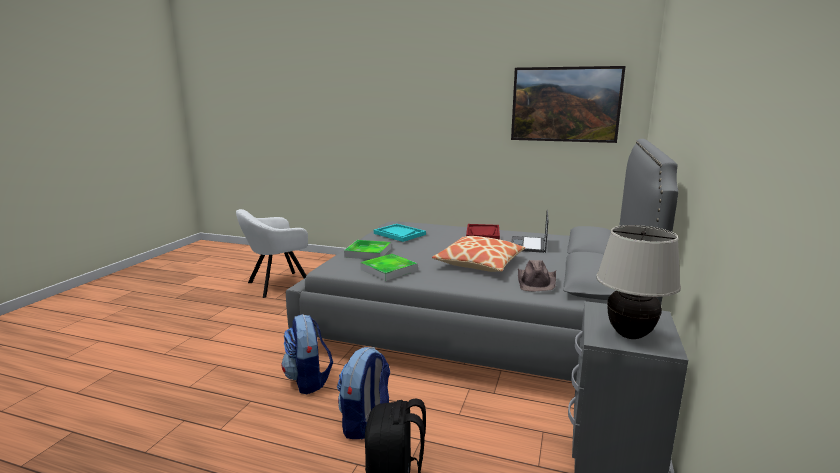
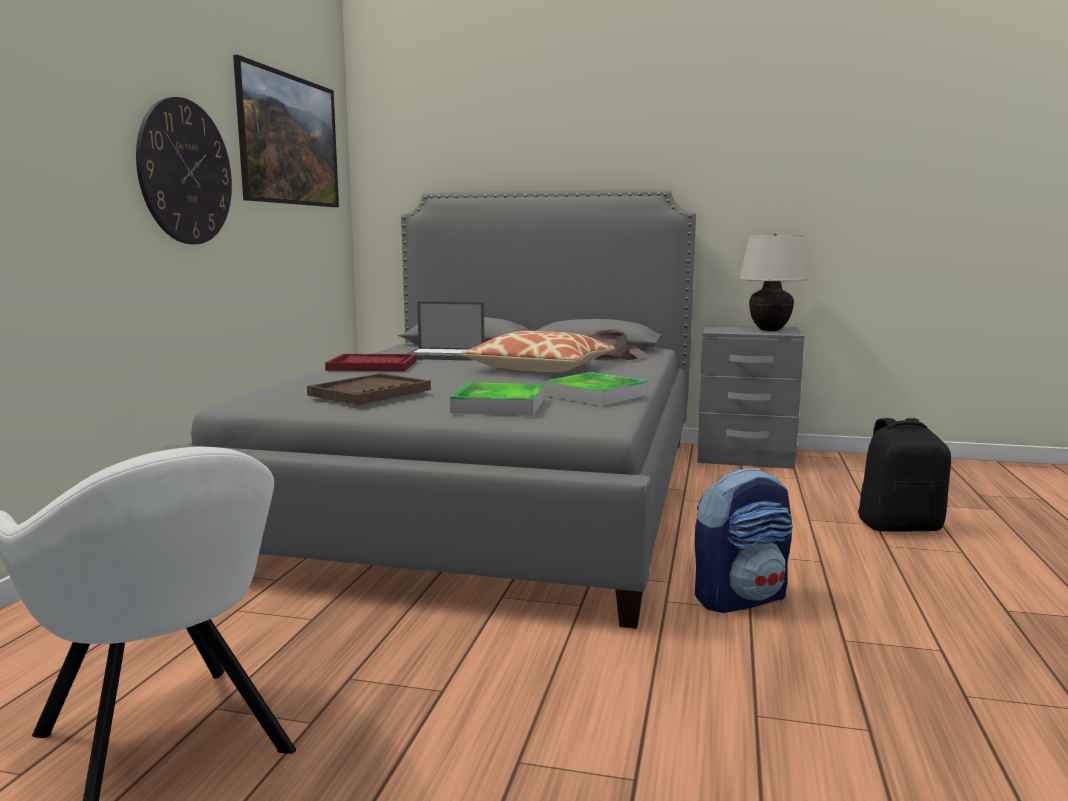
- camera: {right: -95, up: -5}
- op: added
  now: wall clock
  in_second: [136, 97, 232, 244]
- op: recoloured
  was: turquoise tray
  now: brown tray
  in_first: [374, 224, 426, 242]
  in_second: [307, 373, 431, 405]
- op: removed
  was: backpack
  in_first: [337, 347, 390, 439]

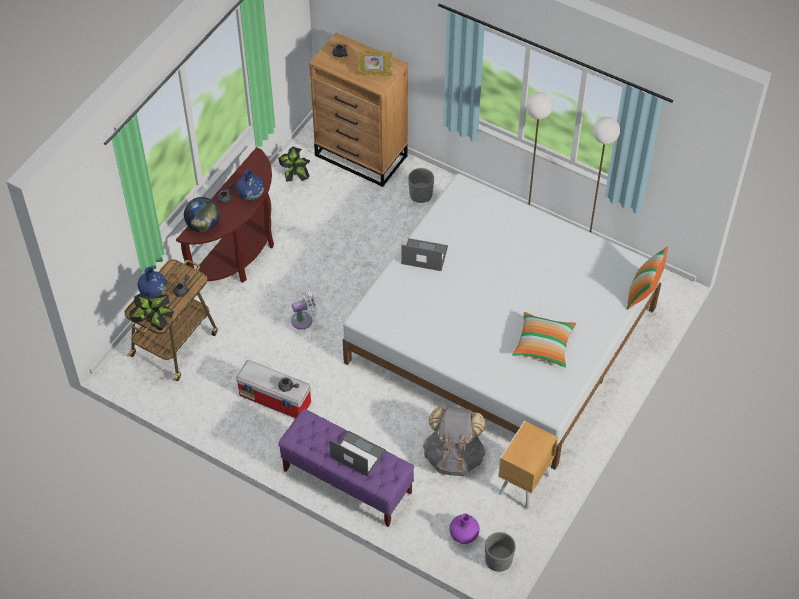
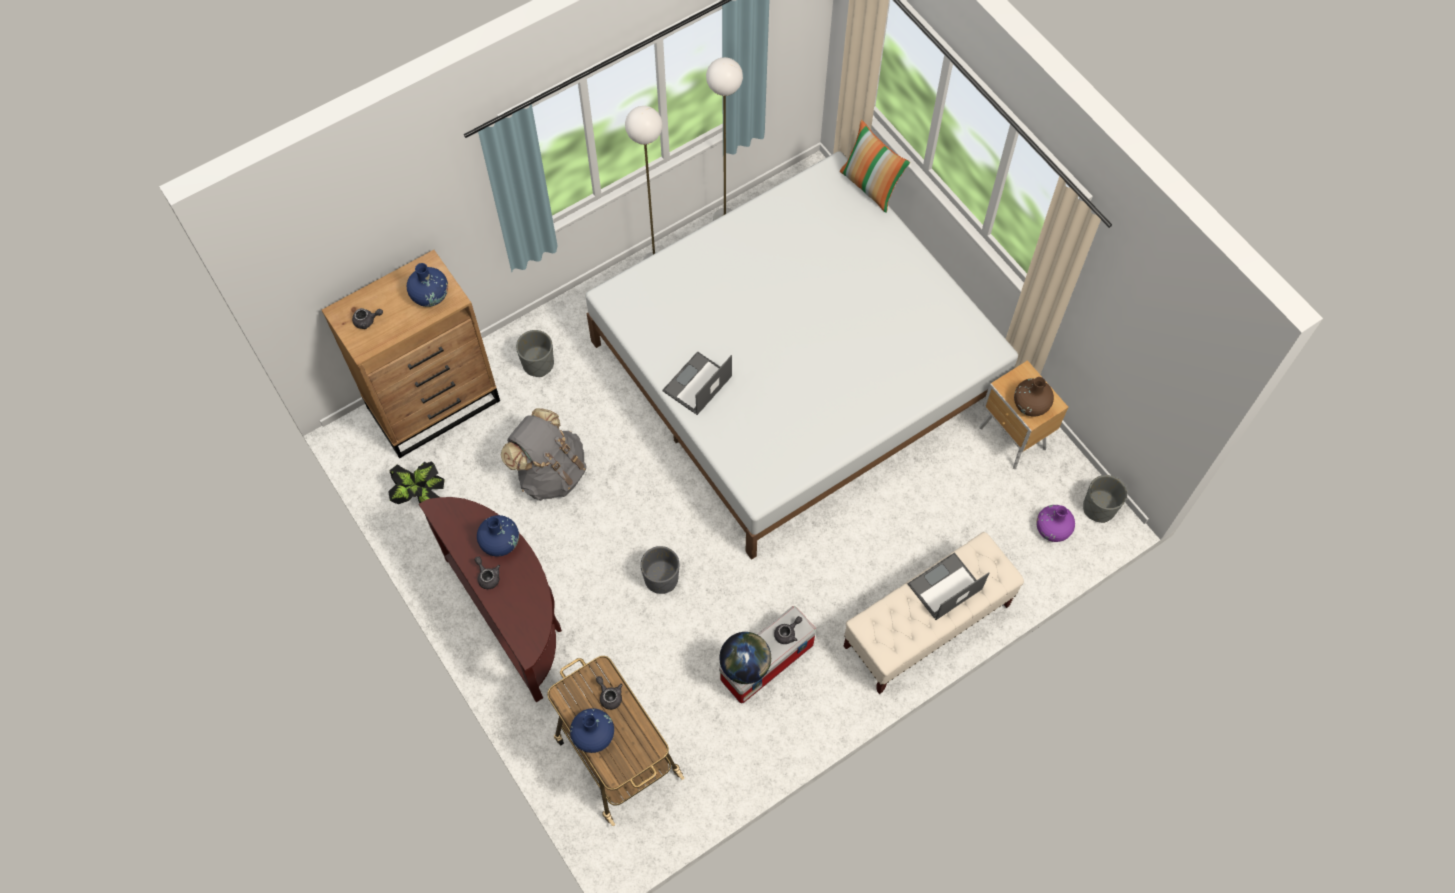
- camera: {right: -65, up: 10}
- op: replaced
  was: picture frame
  now: blue vase
  in_first: [356, 51, 393, 76]
  in_second: [407, 263, 448, 307]
- op: moved
  was: grey backpack
  in_first: [423, 407, 486, 476]
  in_second: [501, 408, 587, 501]
- op: replaced
  was: white fan
  now: grey planter
  in_first: [291, 289, 317, 330]
  in_second: [640, 546, 679, 594]
- op: moved
  was: globe
  in_first: [184, 197, 220, 233]
  in_second: [719, 632, 771, 684]
- op: recoloured
  was: purple bench
  now: beige bench
  in_first: [279, 409, 414, 527]
  in_second: [844, 532, 1024, 694]
- op: added
  now: brown vase
  in_second: [1014, 377, 1054, 417]
- op: removed
  was: potted plant
  in_first: [129, 293, 174, 331]
- op: removed
  was: pillow
  in_first: [512, 312, 576, 368]

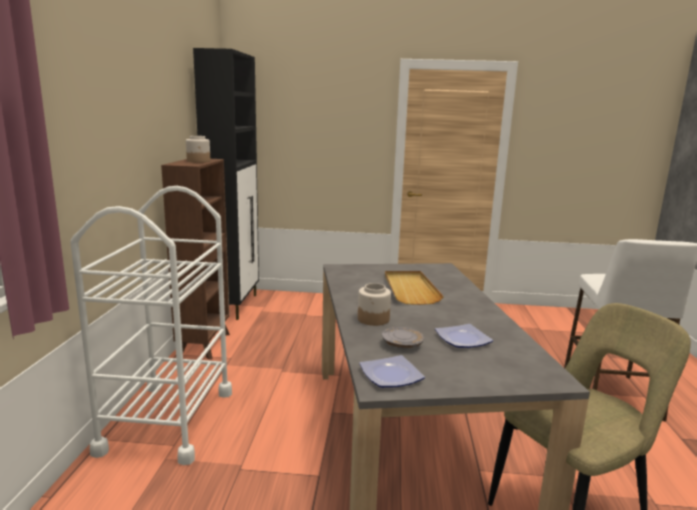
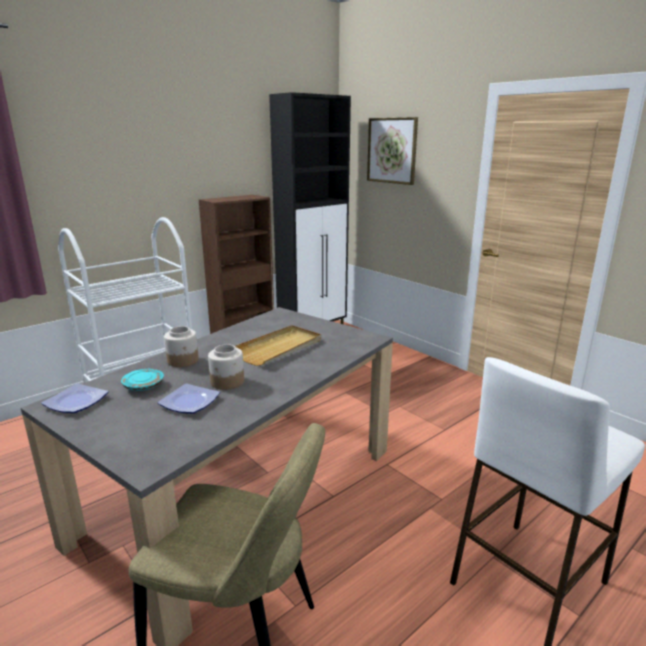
- camera: {right: 45, up: 5}
- op: recoloured
  was: grey plate
  now: turquoise plate
  in_first: [382, 327, 424, 349]
  in_second: [121, 369, 164, 391]
- op: moved
  was: jar
  in_first: [186, 136, 210, 163]
  in_second: [208, 344, 244, 390]
- op: added
  now: picture
  in_second: [367, 117, 418, 185]

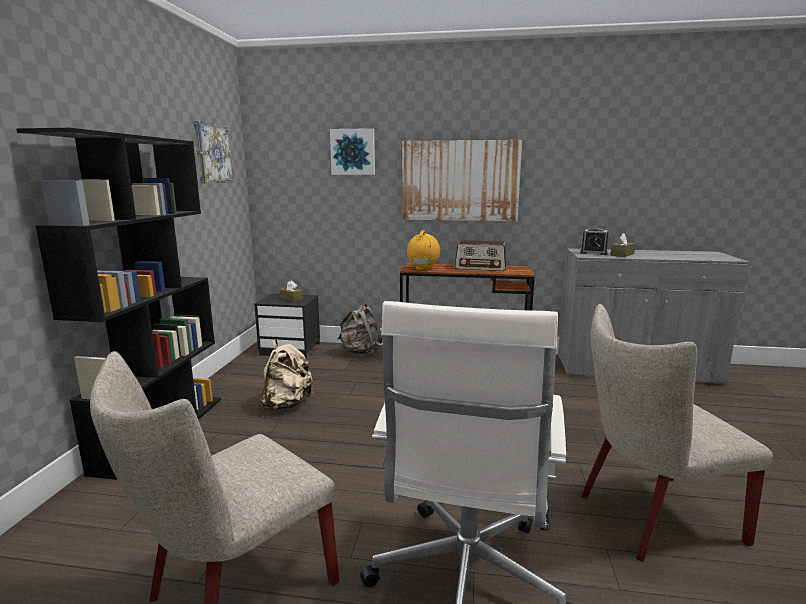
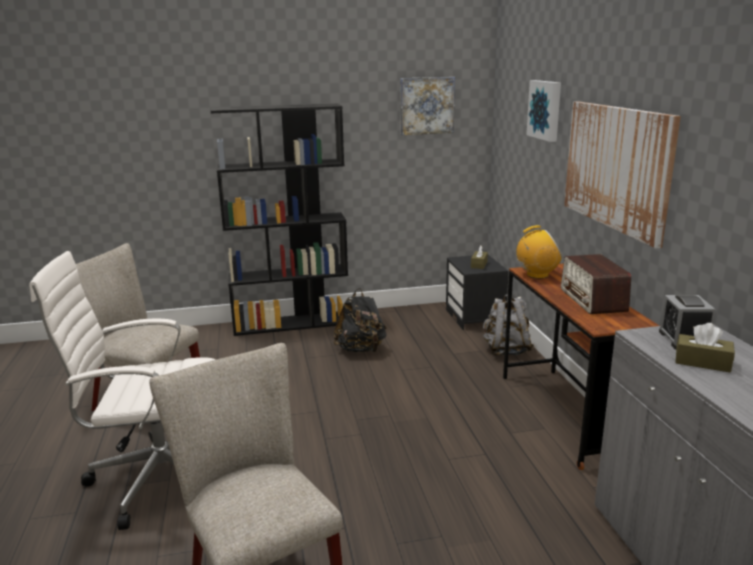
- camera: {right: 70, up: 5}
- op: recoloured
  was: beige backpack
  now: black backpack
  in_first: [261, 339, 314, 410]
  in_second: [334, 288, 387, 352]

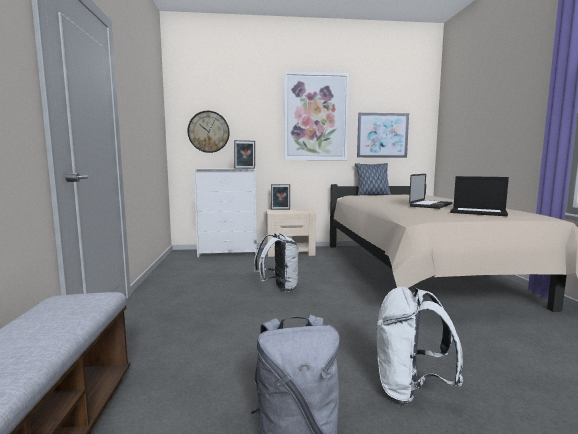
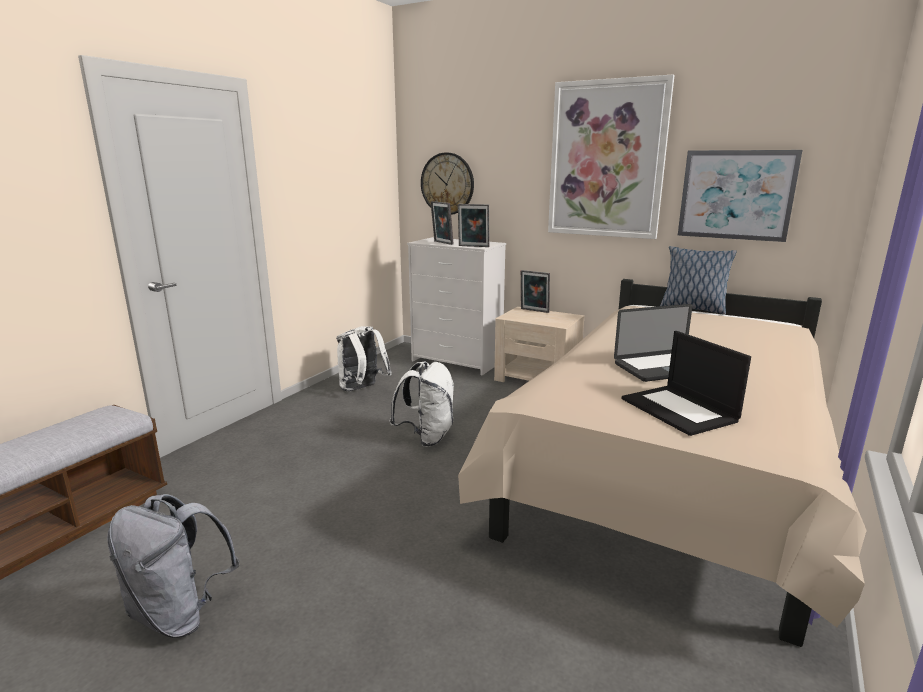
- camera: {right: 35, up: 10}
- op: moved
  was: white backpack
  in_first: [377, 287, 463, 404]
  in_second: [336, 326, 392, 391]
- op: added
  now: picture frame
  in_second: [431, 201, 454, 245]

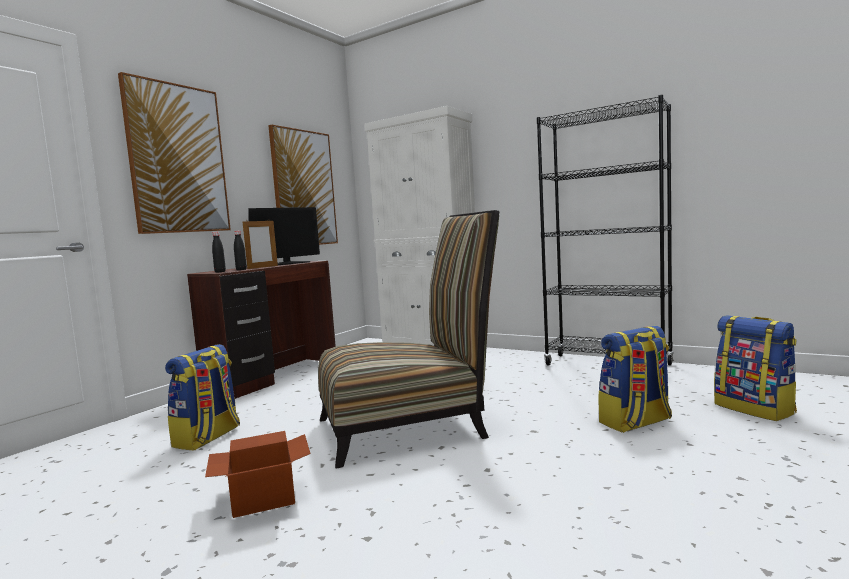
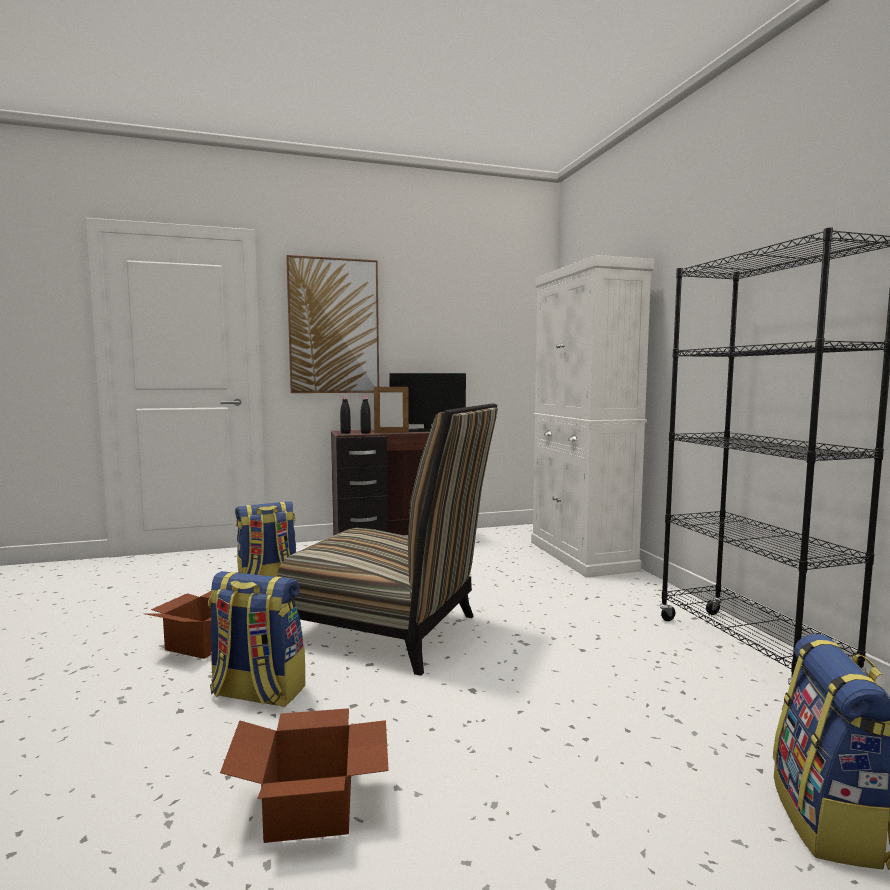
- camera: {right: 40, up: 0}
- op: moved
  was: backpack
  in_first: [598, 326, 672, 433]
  in_second: [208, 571, 305, 707]
- op: added
  now: cardboard box
  in_second: [220, 708, 389, 843]
- op: removed
  was: picture
  in_first: [268, 125, 338, 245]

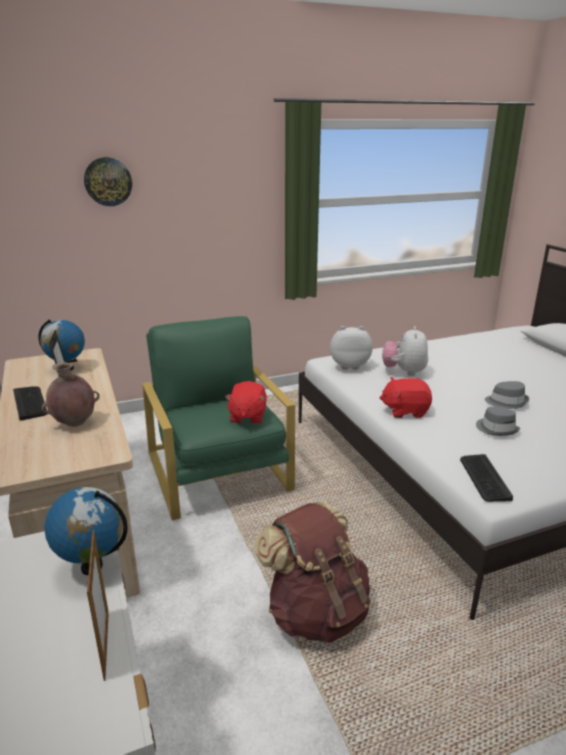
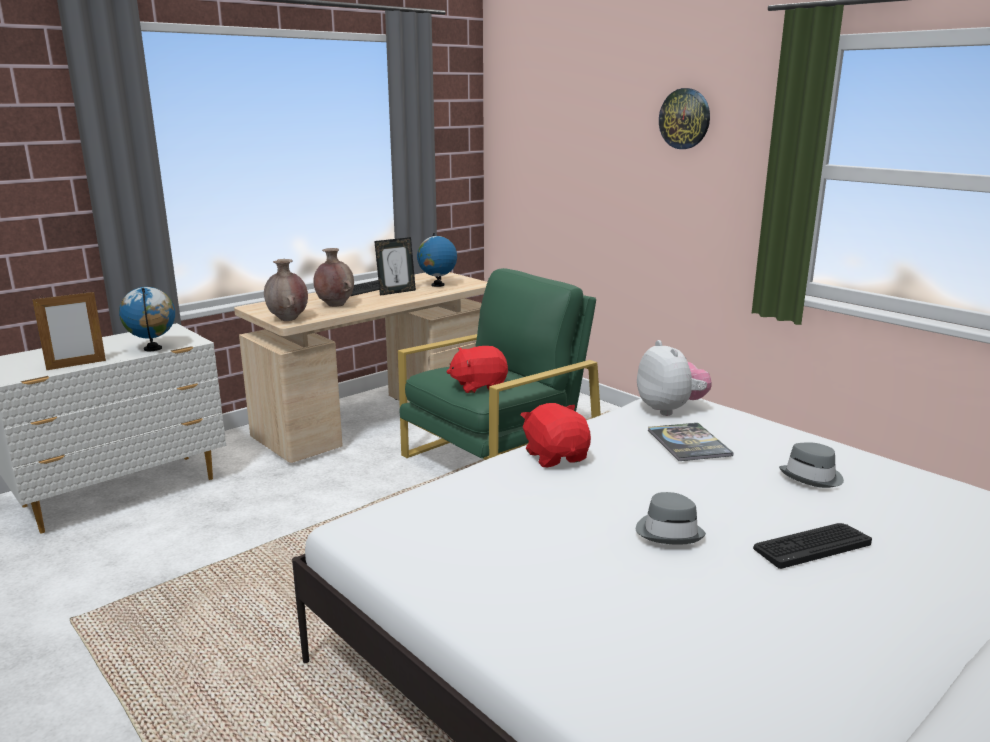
- camera: {right: 70, up: -5}
- op: added
  now: brown vase
  in_second: [264, 259, 308, 321]
- op: replaced
  was: plush toy
  now: book
  in_first: [382, 326, 428, 376]
  in_second: [648, 423, 734, 461]
- op: moved
  was: wall clock
  in_first: [84, 157, 132, 206]
  in_second: [659, 88, 710, 149]
- op: moved
  was: keyboard
  in_first: [460, 454, 513, 502]
  in_second: [753, 523, 872, 569]
- op: moved
  was: grey hat
  in_first: [476, 406, 520, 436]
  in_second: [779, 442, 844, 488]
- op: removed
  was: brown backpack
  in_first: [255, 501, 371, 643]

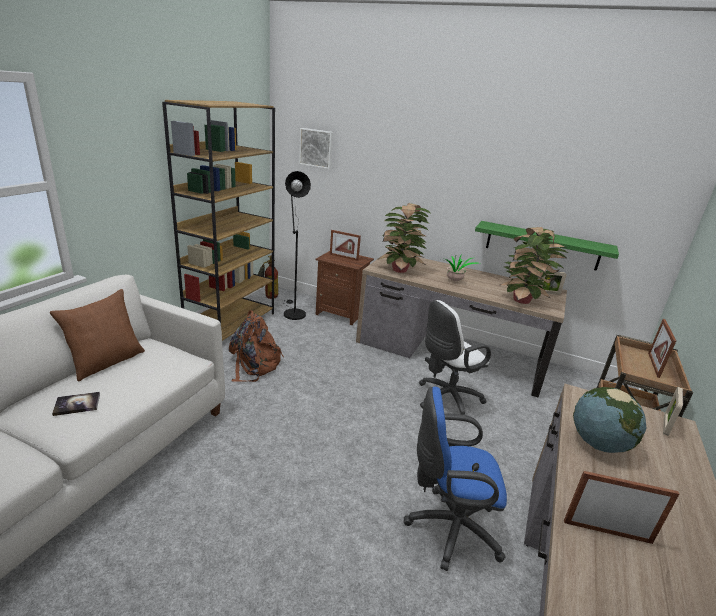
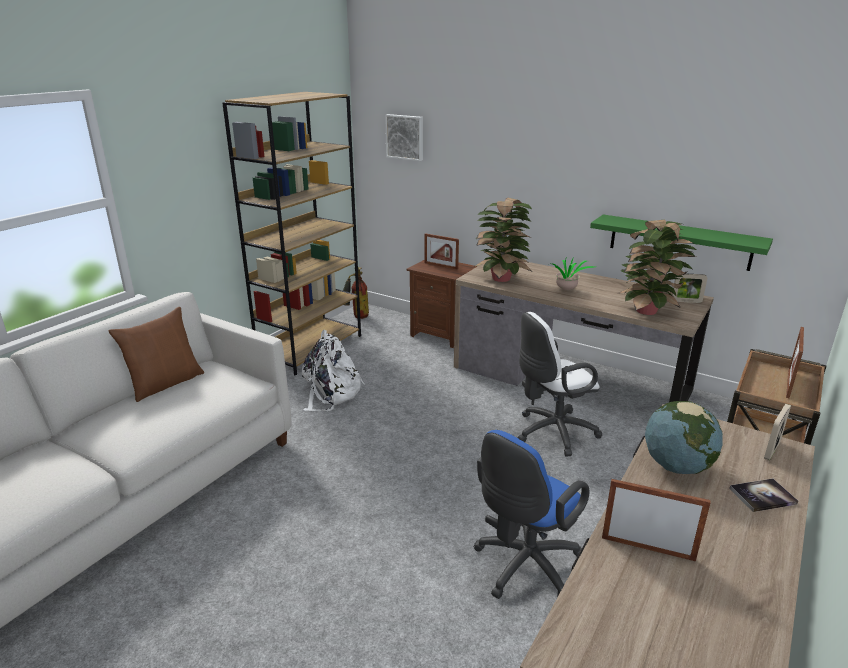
- camera: {right: 10, up: 0}
- op: recoloured
  was: brown backpack
  now: white backpack
  in_first: [229, 310, 284, 382]
  in_second: [302, 330, 364, 411]
- op: turned
  was: blue office chair
  in_first: [404, 387, 507, 571]
  in_second: [474, 430, 590, 599]
  clockwise: -60
- op: moved
  was: book
  in_first: [52, 392, 100, 416]
  in_second: [729, 479, 798, 512]
- op: removed
  was: black floor lamp
  in_first: [284, 171, 311, 320]

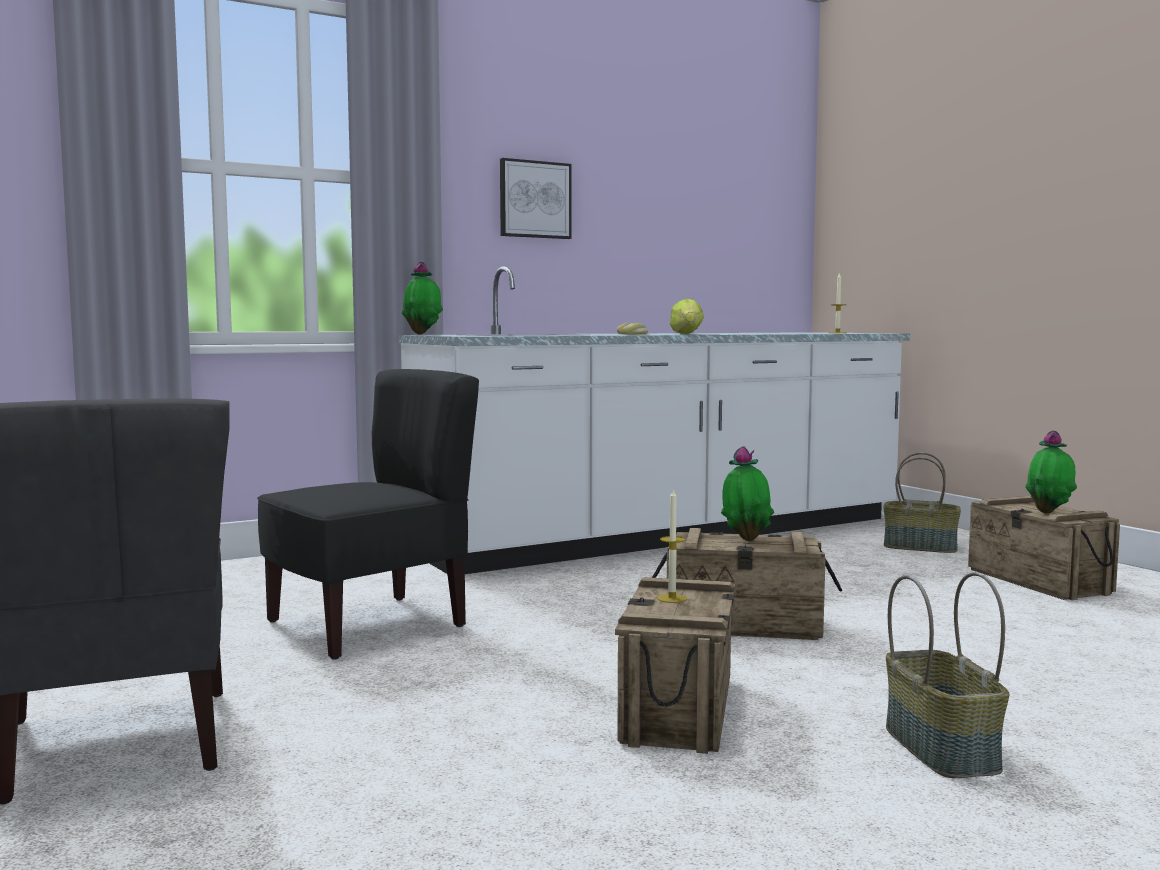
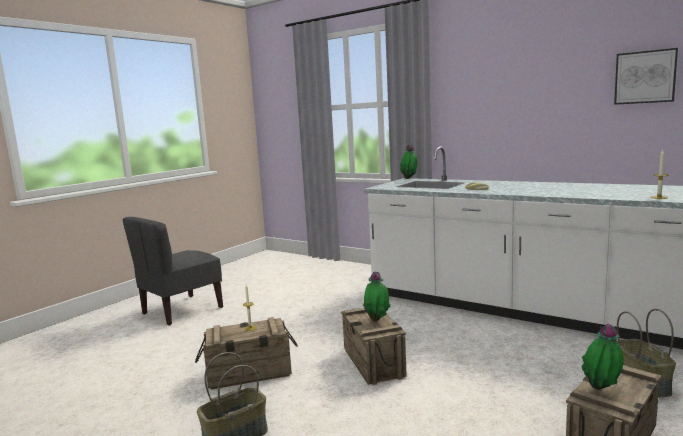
- camera: {right: 65, up: 5}
- op: moved
  was: picture
  in_first: [500, 158, 572, 239]
  in_second: [614, 48, 678, 105]
- op: removed
  was: black chair
  in_first: [257, 369, 479, 660]
- op: removed
  was: lettuce
  in_first: [670, 299, 704, 334]

